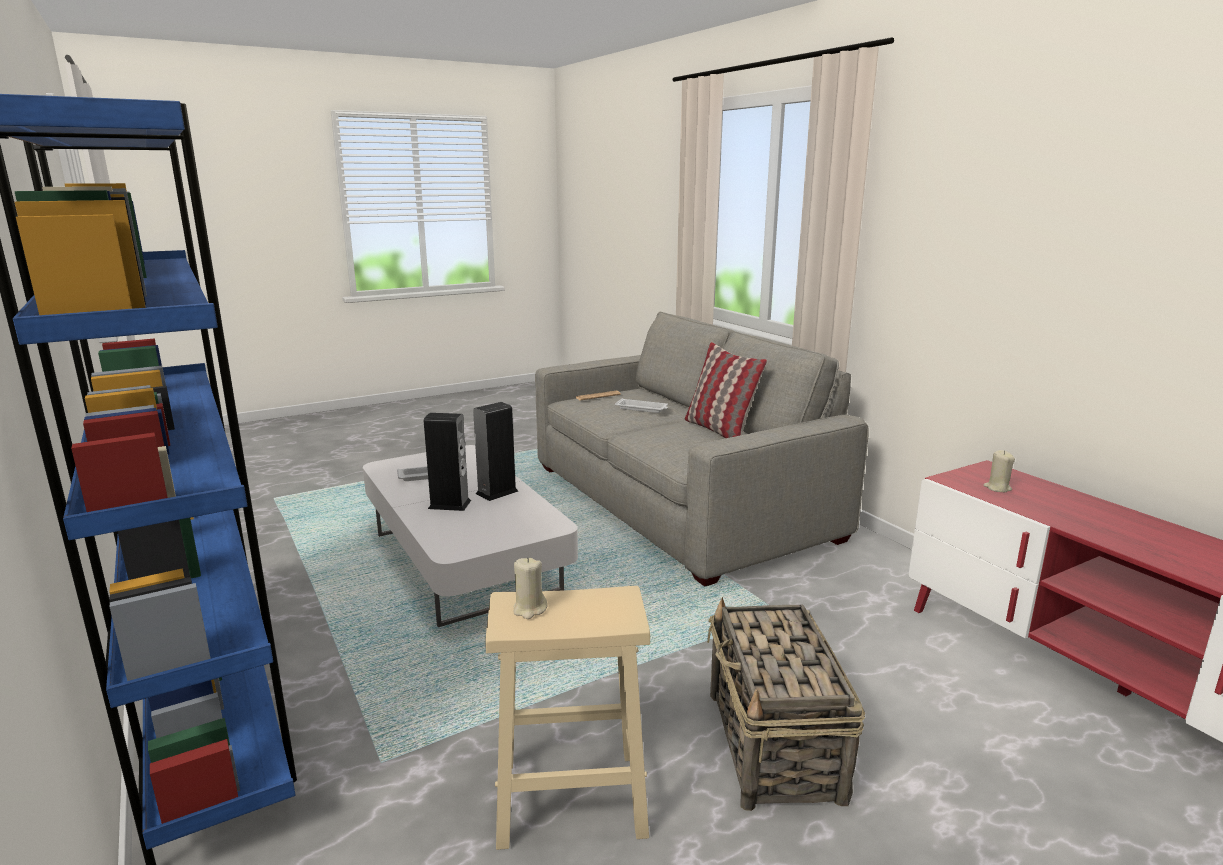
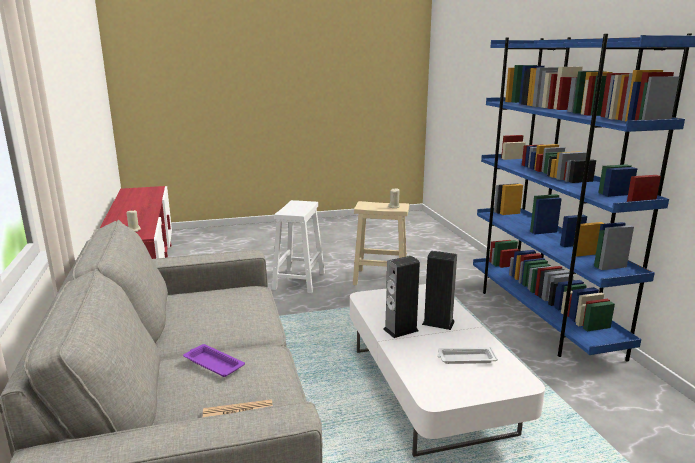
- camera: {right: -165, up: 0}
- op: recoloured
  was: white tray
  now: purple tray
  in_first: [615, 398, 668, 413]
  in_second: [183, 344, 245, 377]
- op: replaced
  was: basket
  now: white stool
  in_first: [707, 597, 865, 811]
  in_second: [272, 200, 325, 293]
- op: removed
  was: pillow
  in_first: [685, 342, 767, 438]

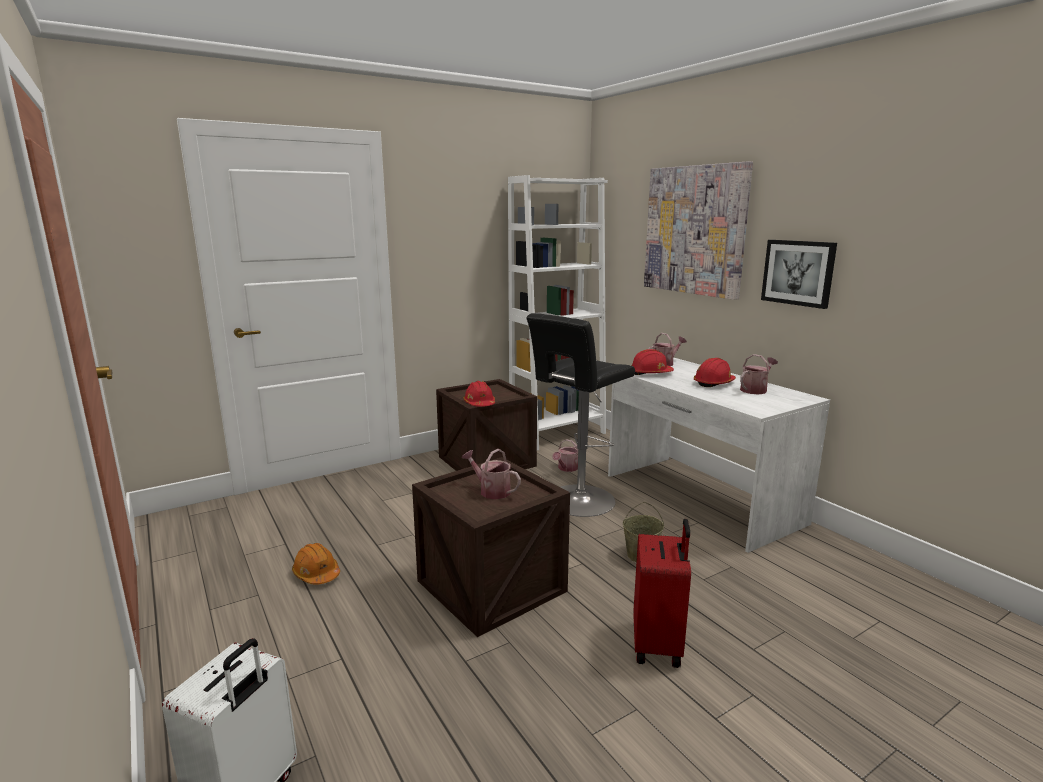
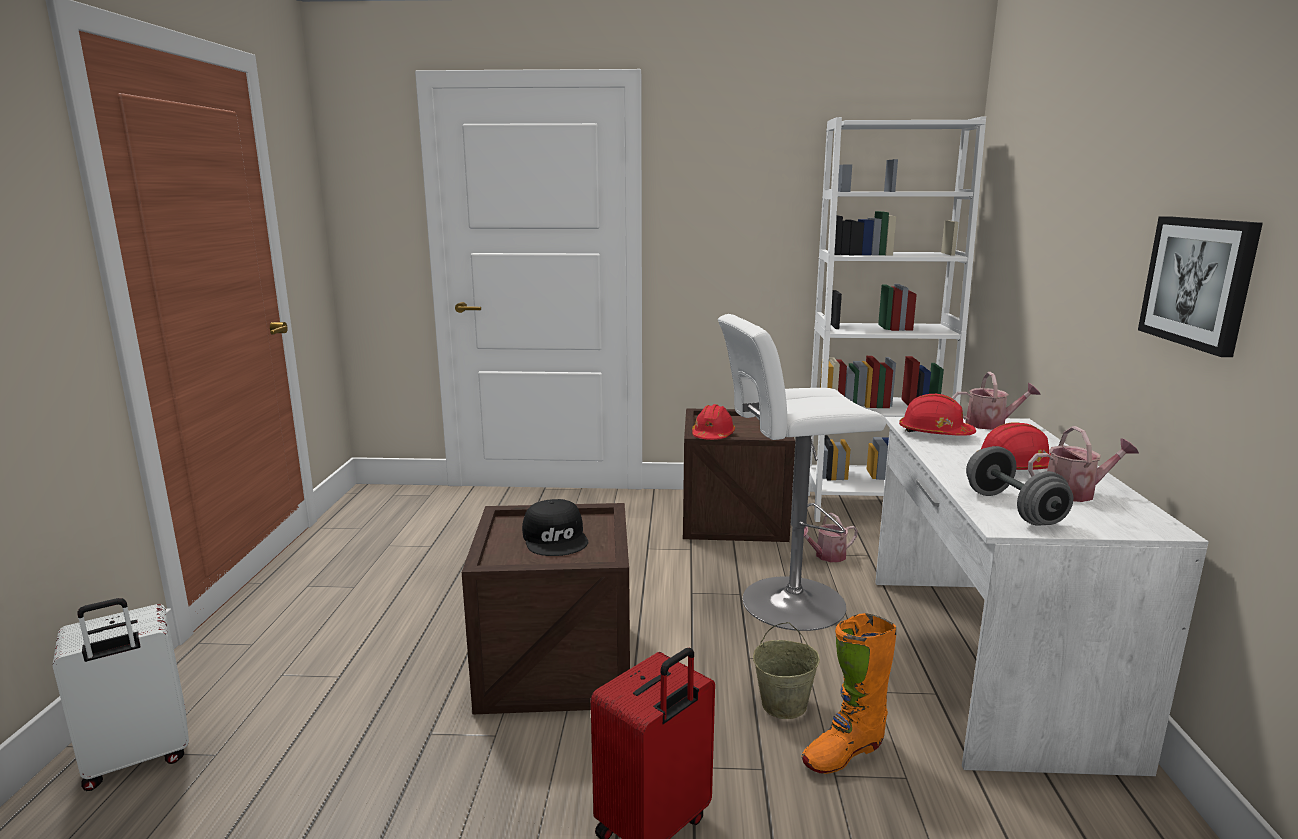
- camera: {right: 35, up: 0}
- op: replaced
  was: watering can
  now: black cap
  in_first: [461, 449, 521, 499]
  in_second: [522, 499, 588, 556]
- op: recoloured
  was: black stool
  now: white stool
  in_first: [526, 313, 635, 517]
  in_second: [718, 314, 886, 631]
- op: added
  now: orange boot
  in_second: [801, 613, 896, 774]
- op: added
  now: grey dumbbell
  in_second: [966, 446, 1073, 526]
- op: removed
  was: orange hard hat
  in_first: [292, 543, 340, 585]
- op: removed
  was: picture
  in_first: [644, 161, 753, 300]

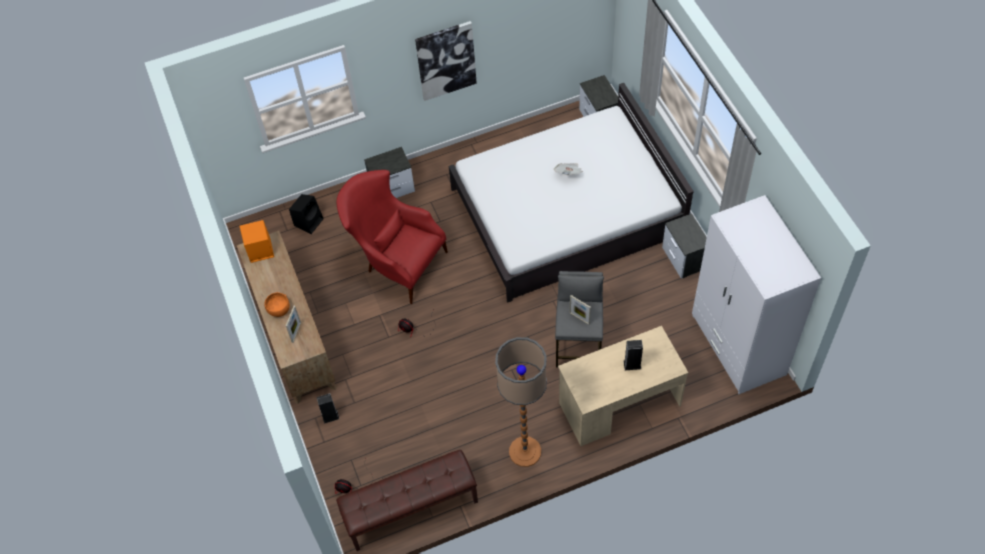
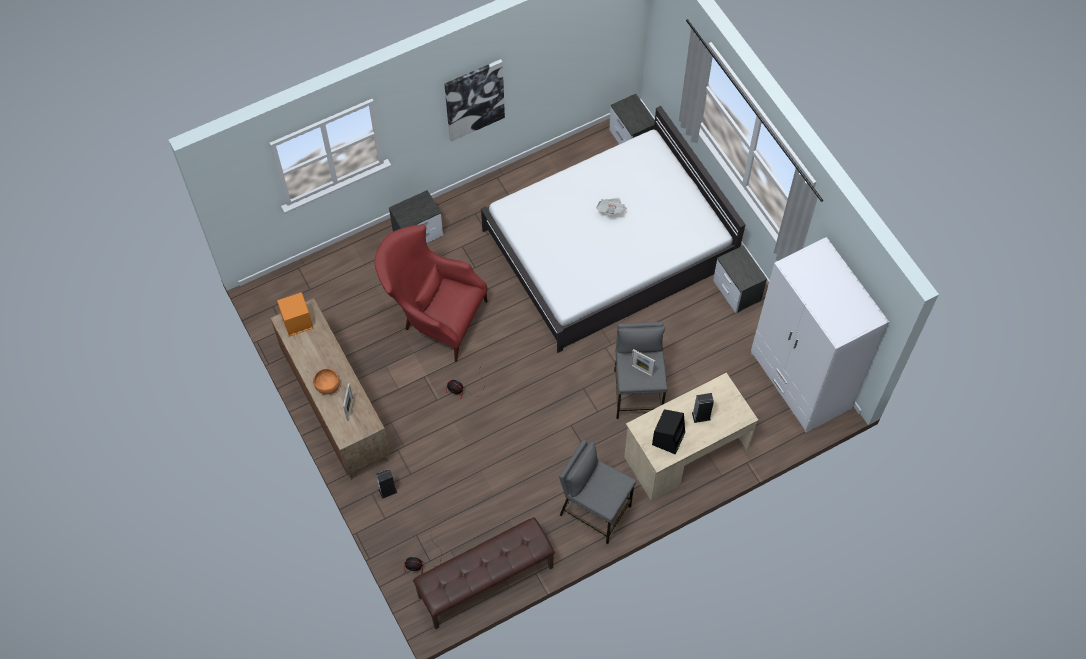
- camera: {right: -10, up: 5}
- op: replaced
  was: floor lamp
  now: grey stool
  in_first: [495, 337, 547, 467]
  in_second: [559, 440, 636, 544]
- op: moved
  was: black speaker
  in_first: [289, 194, 324, 234]
  in_second: [652, 409, 685, 455]

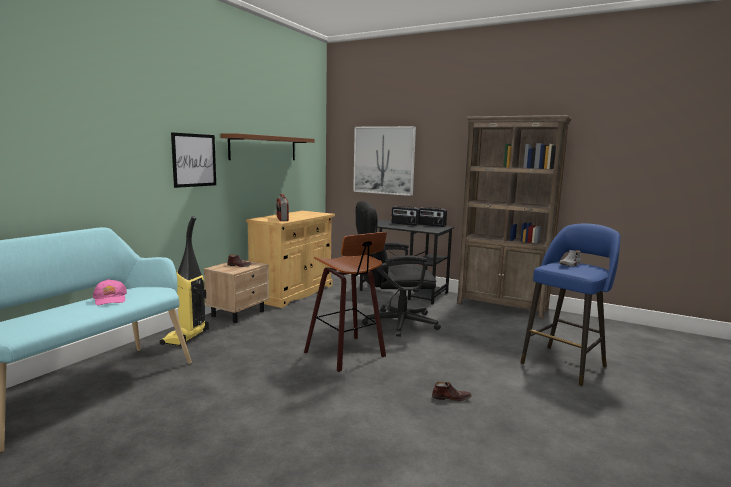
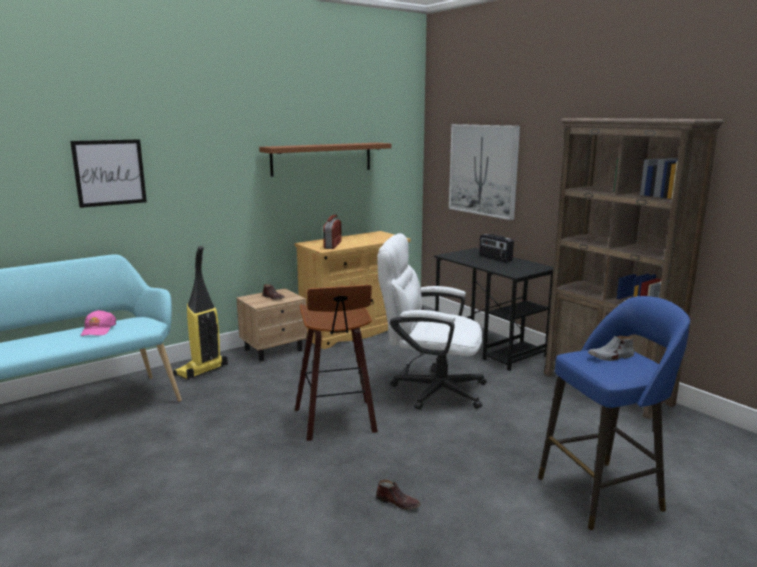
- camera: {right: 25, up: 5}
- op: moved
  was: picture
  in_first: [171, 132, 216, 188]
  in_second: [70, 139, 147, 208]
- op: recoloured
  was: black office chair
  now: white office chair
  in_first: [356, 201, 441, 337]
  in_second: [377, 233, 487, 410]
- op: removed
  was: radio
  in_first: [419, 207, 447, 227]

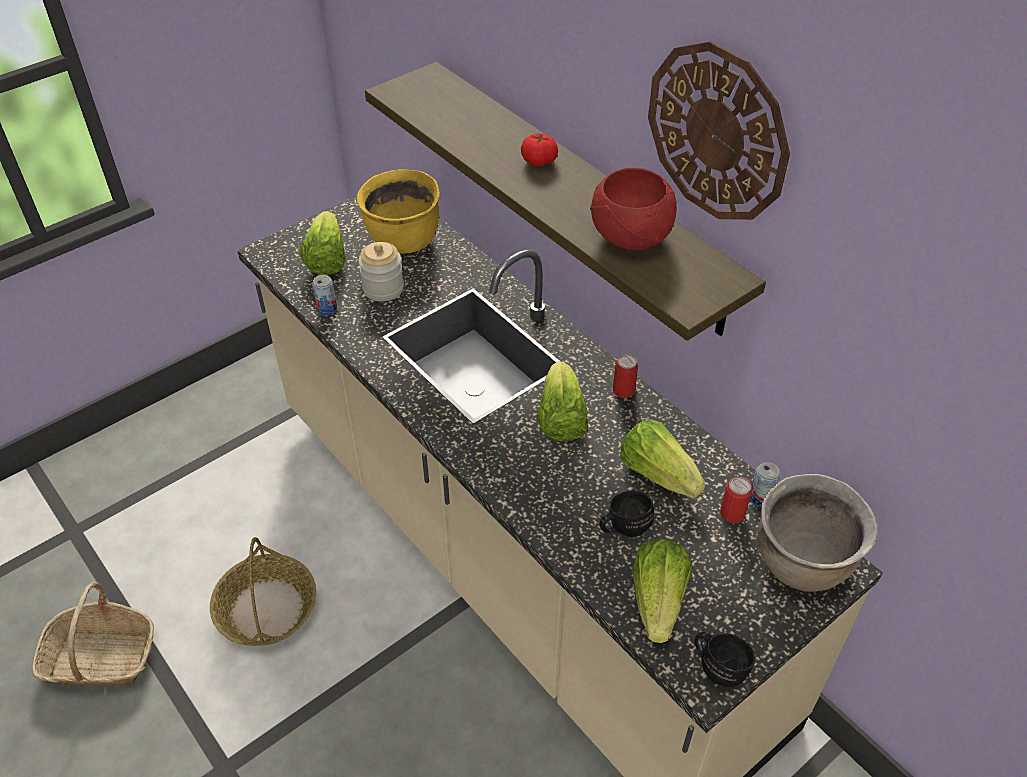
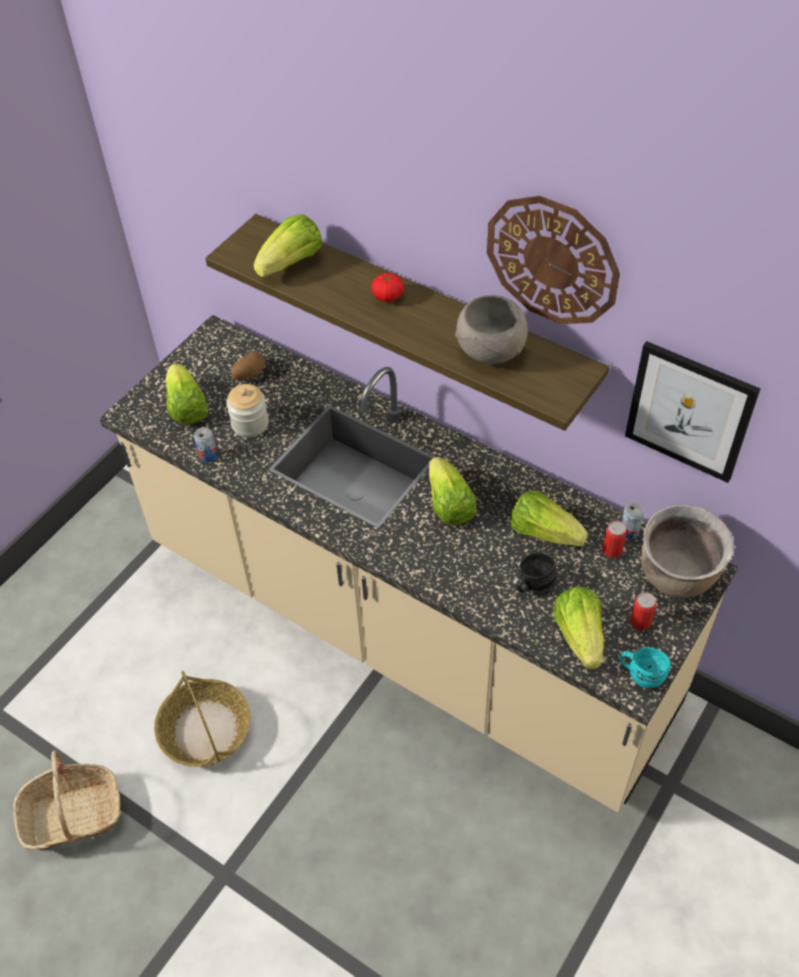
- camera: {right: -15, up: 5}
- op: replaced
  was: yellow cooking pot
  now: potato
  in_first: [357, 169, 440, 254]
  in_second: [231, 351, 265, 380]
- op: added
  now: lettuce
  in_second: [254, 214, 323, 277]
- op: recoloured
  was: red bowl
  now: grey bowl
  in_first: [590, 167, 677, 250]
  in_second: [455, 295, 528, 364]
- op: recoloured
  was: black mug
  now: turquoise mug
  in_first: [695, 632, 755, 687]
  in_second: [620, 647, 671, 688]
- op: added
  now: picture
  in_second: [625, 341, 760, 483]
- op: moved
  was: can
  in_first: [613, 354, 638, 398]
  in_second: [630, 592, 657, 630]

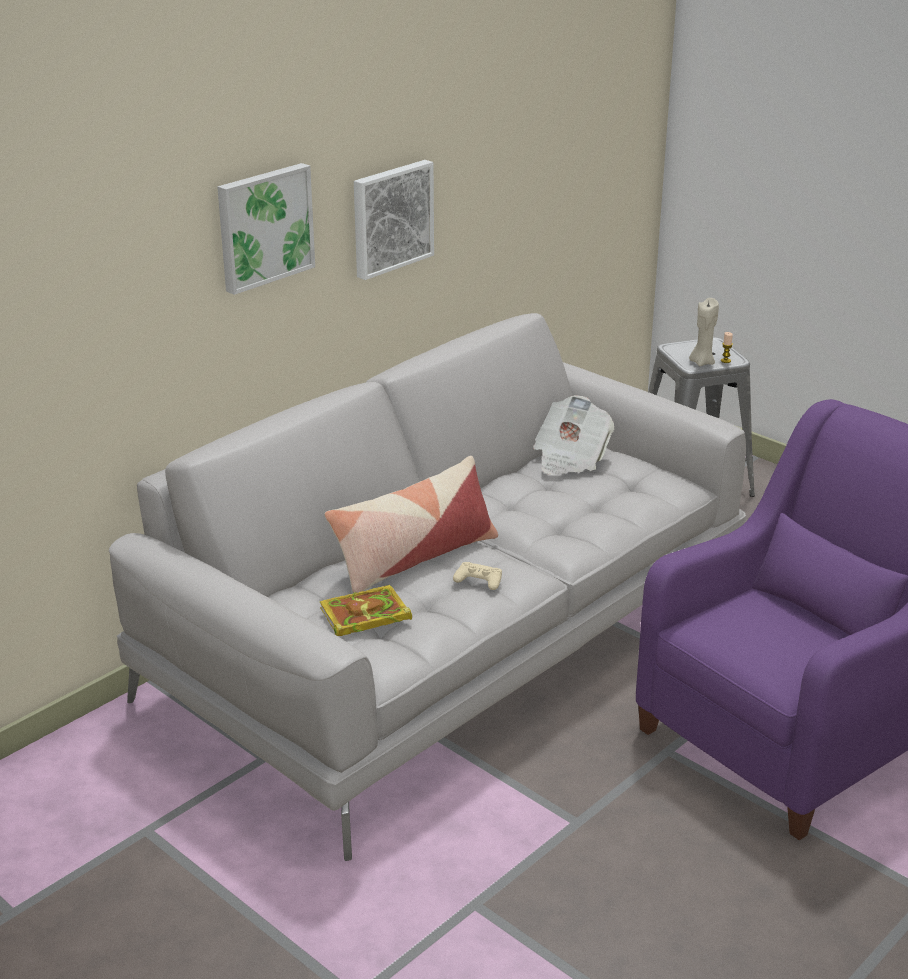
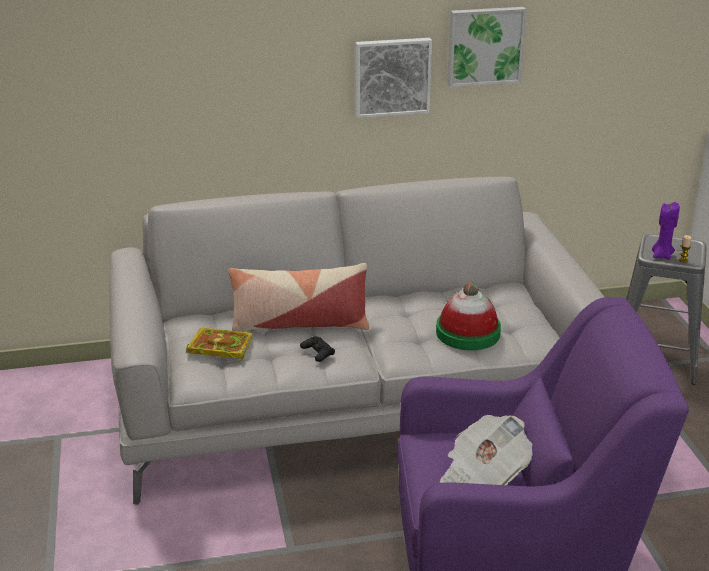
- camera: {right: 35, up: 0}
- op: recoloured
  was: beige game controller
  now: black game controller
  in_first: [453, 562, 502, 590]
  in_second: [300, 336, 335, 362]
- op: added
  now: hat
  in_second: [436, 282, 501, 350]
- op: moved
  was: newspaper
  in_first: [533, 395, 615, 475]
  in_second: [440, 415, 533, 485]
- op: moved
  was: picture
  in_first: [217, 163, 315, 295]
  in_second: [447, 7, 526, 87]
- op: recoloured
  was: beige candle
  now: purple candle
  in_first: [689, 298, 719, 366]
  in_second: [652, 202, 680, 260]

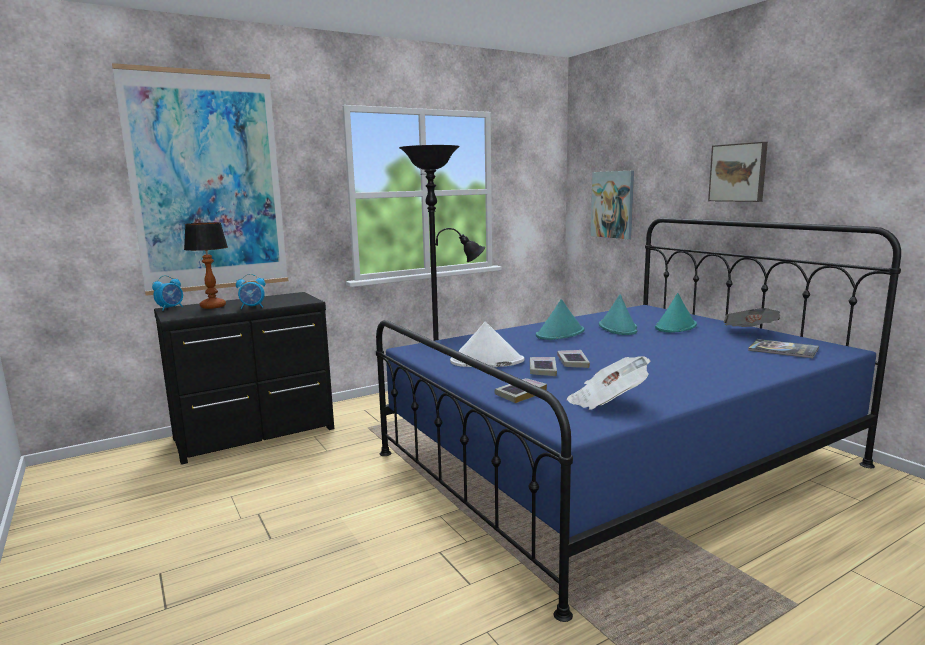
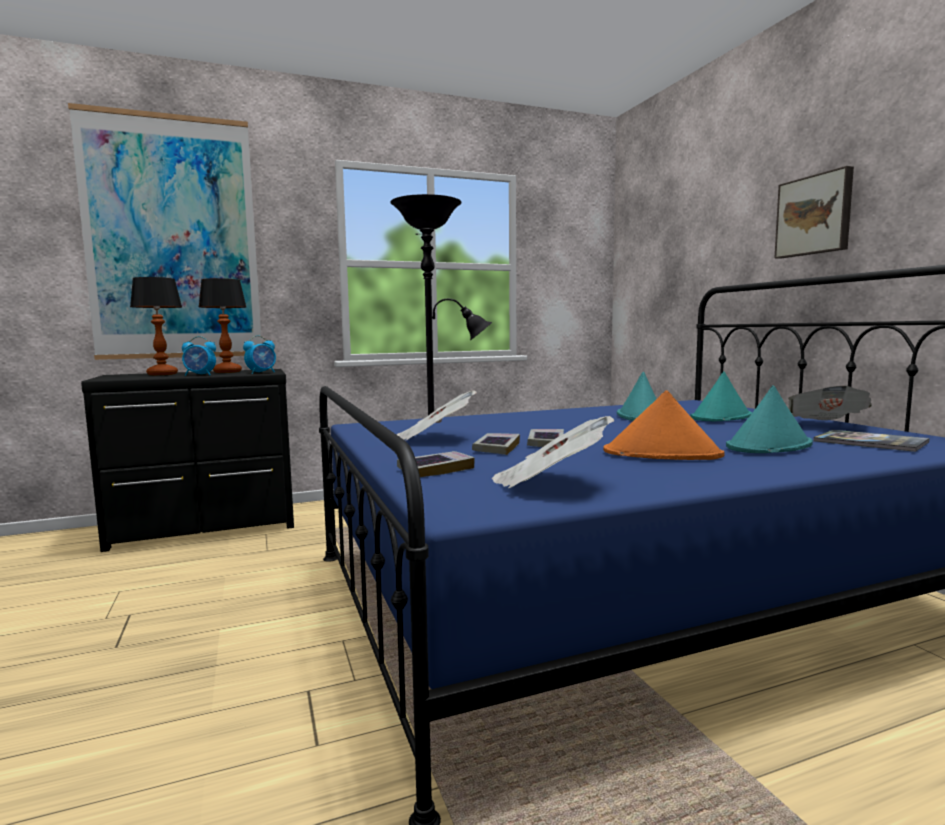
- camera: {right: 10, up: -5}
- op: added
  now: table lamp
  in_second: [199, 278, 246, 373]
- op: moved
  was: alarm clock
  in_first: [152, 275, 183, 311]
  in_second: [243, 335, 276, 374]
- op: replaced
  was: white hat
  now: newspaper
  in_first: [450, 322, 524, 367]
  in_second: [396, 390, 477, 441]
- op: added
  now: orange hat
  in_second: [603, 390, 725, 460]
- op: moved
  was: turquoise hat
  in_first: [536, 299, 584, 340]
  in_second: [726, 385, 813, 453]
- op: removed
  was: picture
  in_first: [591, 171, 634, 239]

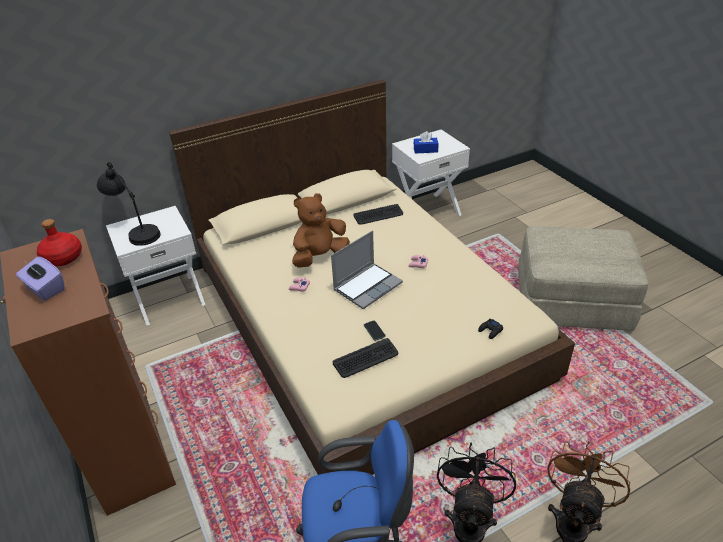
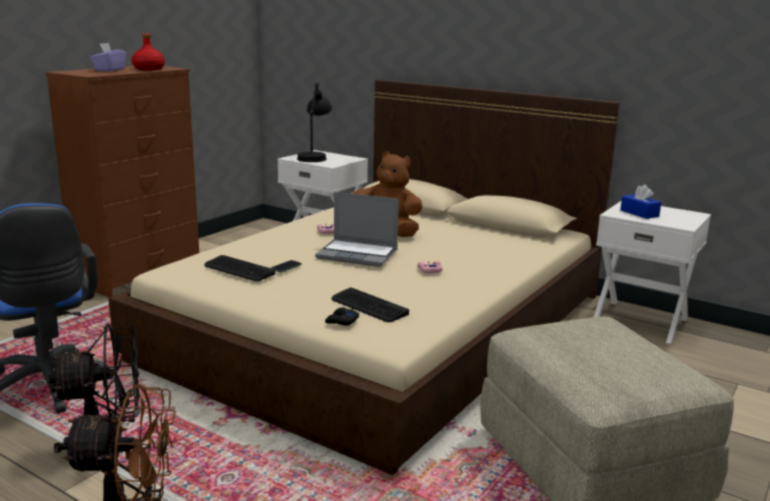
- camera: {right: 60, up: -20}
- op: moved
  was: keyboard
  in_first: [353, 204, 403, 225]
  in_second: [332, 288, 409, 322]

